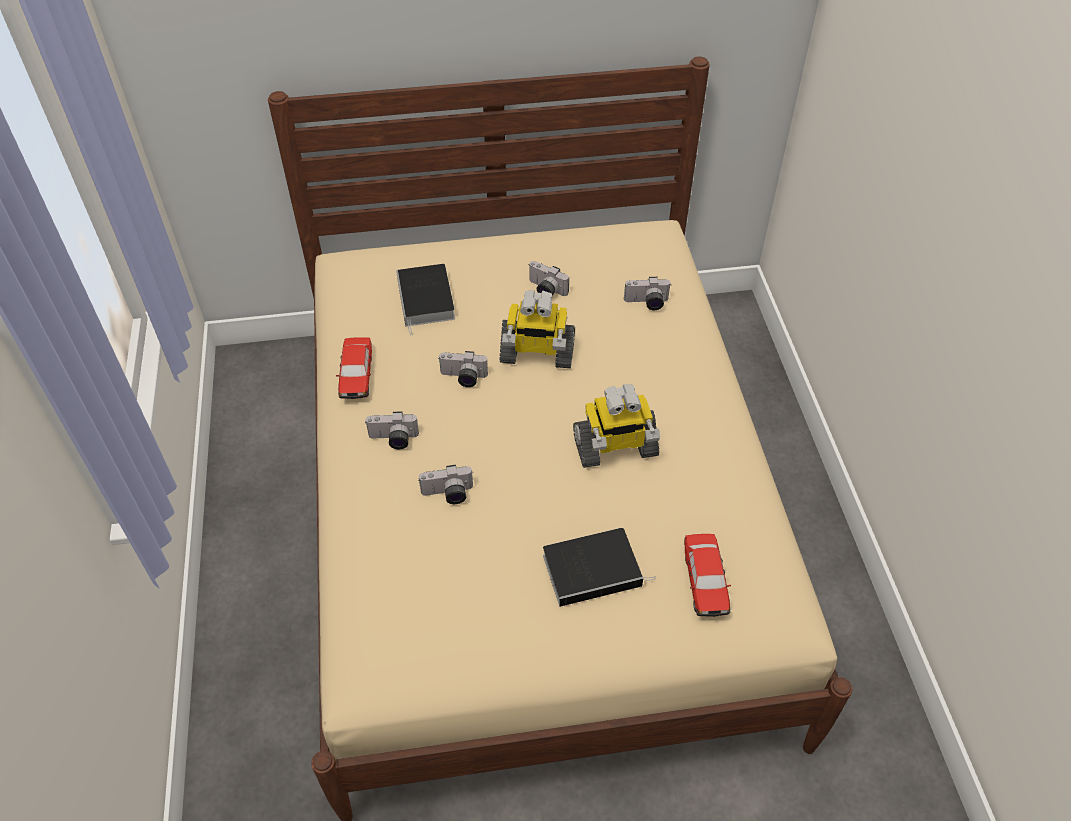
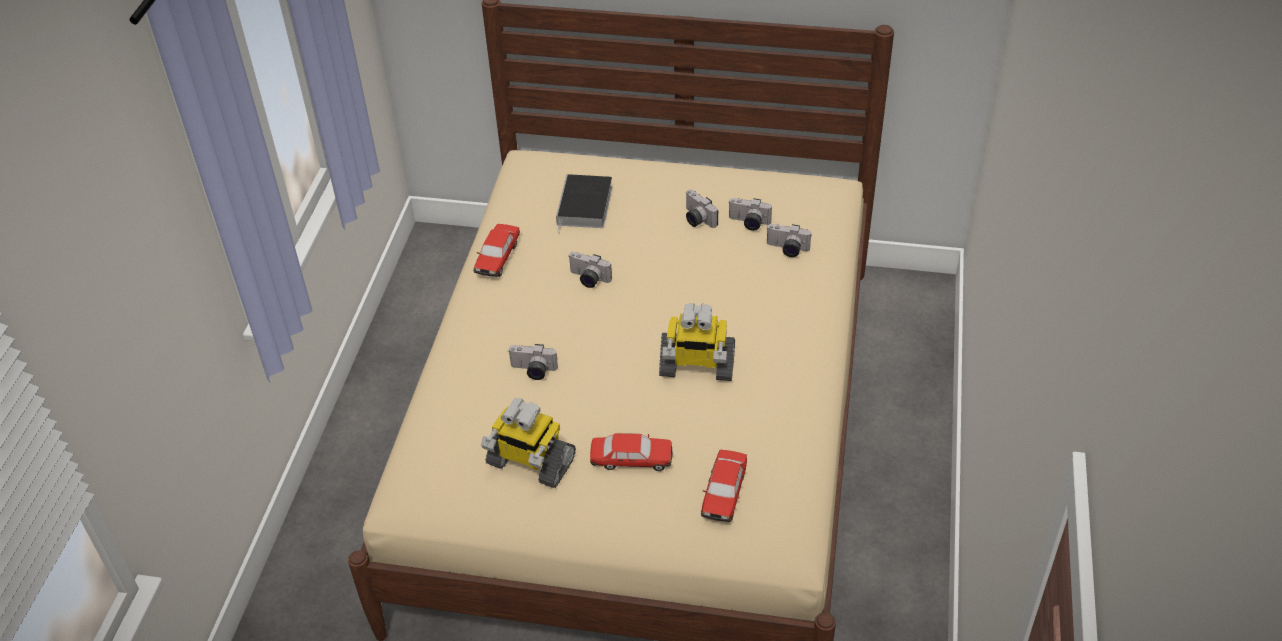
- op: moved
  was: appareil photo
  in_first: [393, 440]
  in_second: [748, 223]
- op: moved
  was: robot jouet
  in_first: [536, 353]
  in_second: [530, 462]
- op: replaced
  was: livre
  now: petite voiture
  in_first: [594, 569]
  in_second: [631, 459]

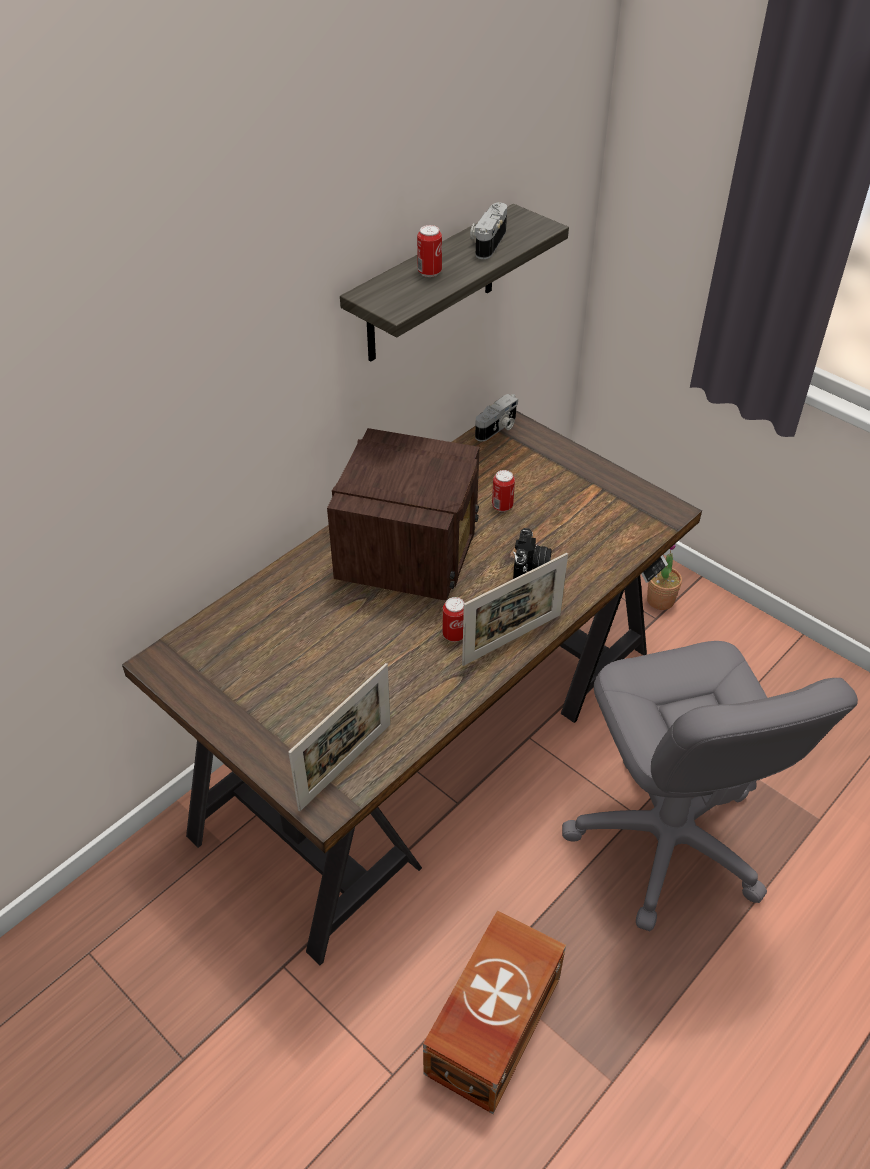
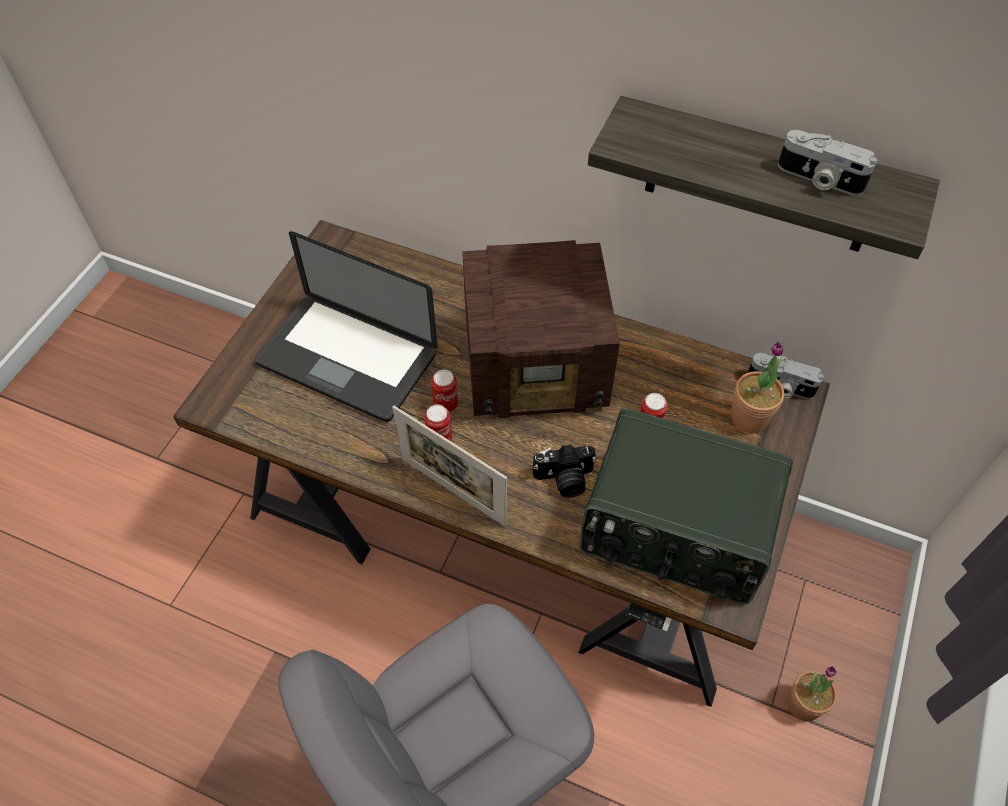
- op: removed
  was: cadre photo
  in_first: [345, 766]
- op: moved
  was: boîte métallique
  in_first: [429, 272]
  in_second: [446, 404]
- op: removed
  was: boîte de rangement [marron]
  in_first: [490, 1025]
- op: turned
  was: appareil photo
  in_first: [487, 242]
  in_second: [819, 179]
  clockwise: -150
- op: added
  now: ordinateur portable
  in_second: [347, 359]
- op: added
  now: radio
  in_second: [675, 531]
- op: added
  now: plante en pot
  in_second: [749, 417]

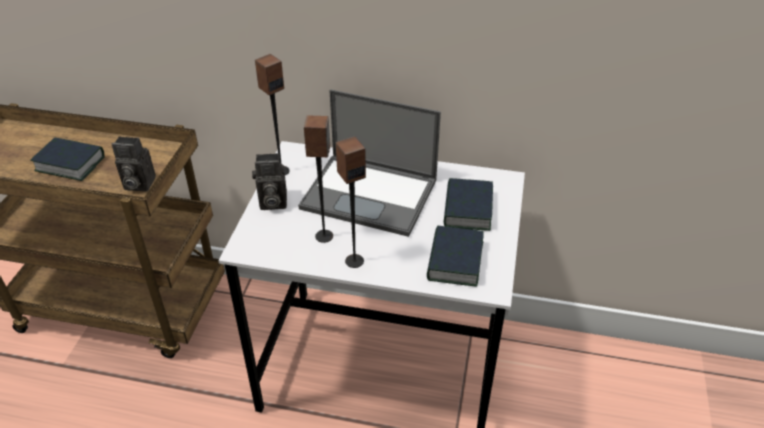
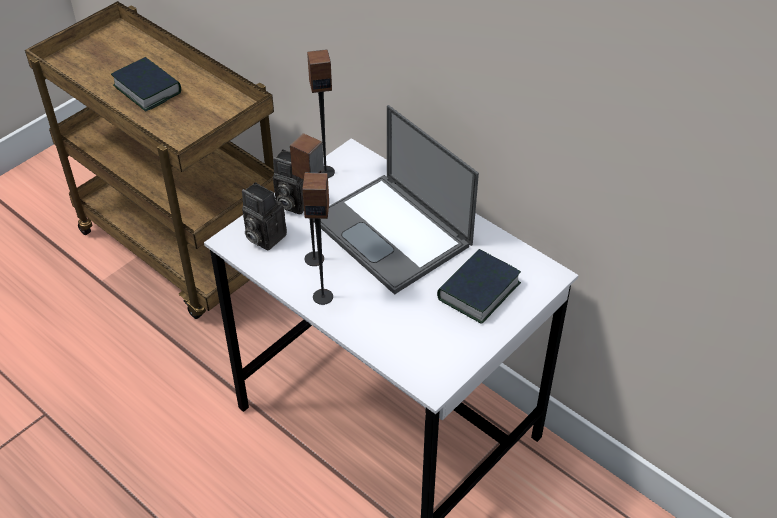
- op: moved
  was: appareil photo
  in_first: [137, 184]
  in_second: [263, 237]
- op: removed
  was: livre
  in_first: [455, 261]

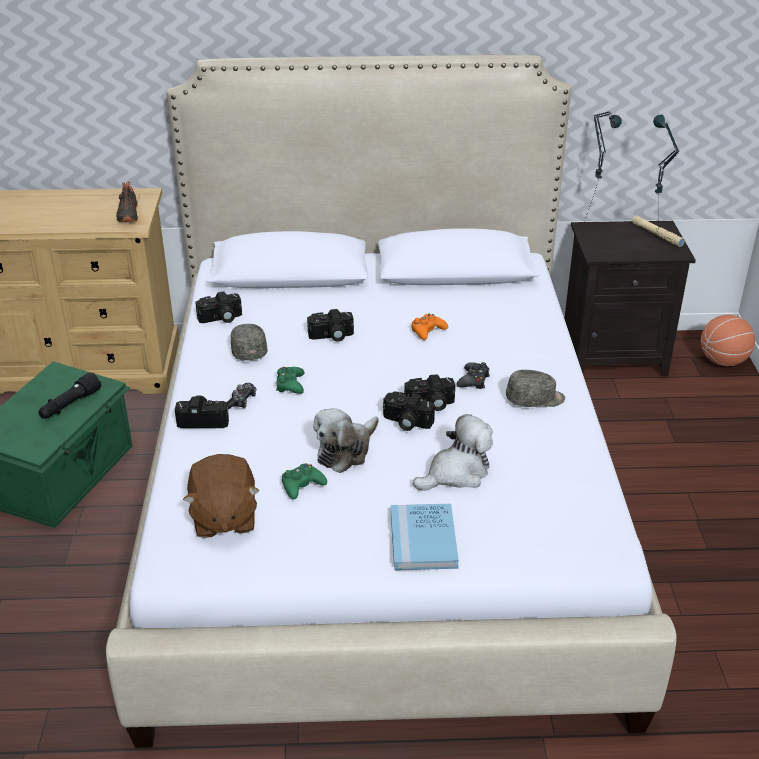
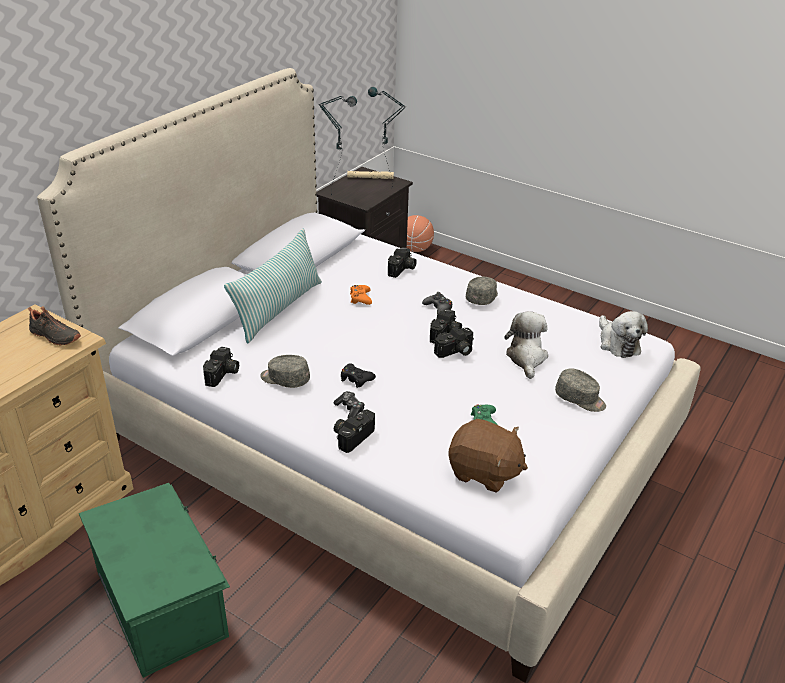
- op: removed
  was: lampe de poche [noir]
  in_first: [70, 405]
- op: recoloured
  was: manette [vert]
  now: manette [noir]
  in_first: [290, 385]
  in_second: [356, 379]
- op: moved
  was: appareil photo
  in_first: [331, 336]
  in_second: [402, 269]
- op: moved
  was: peluche
  in_first: [346, 451]
  in_second: [617, 343]
- op: replaced
  was: livre [bleu]
  now: casquette [gris]
  in_first: [423, 540]
  in_second: [580, 399]
- op: added
  now: coussin
  in_second: [278, 308]

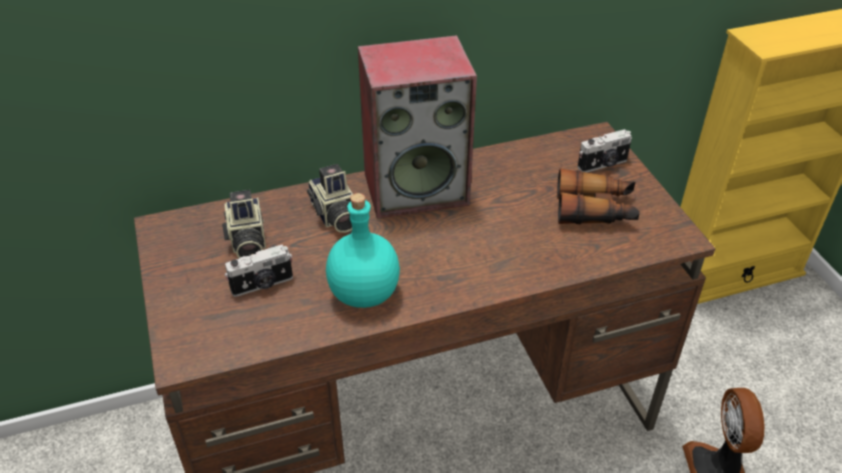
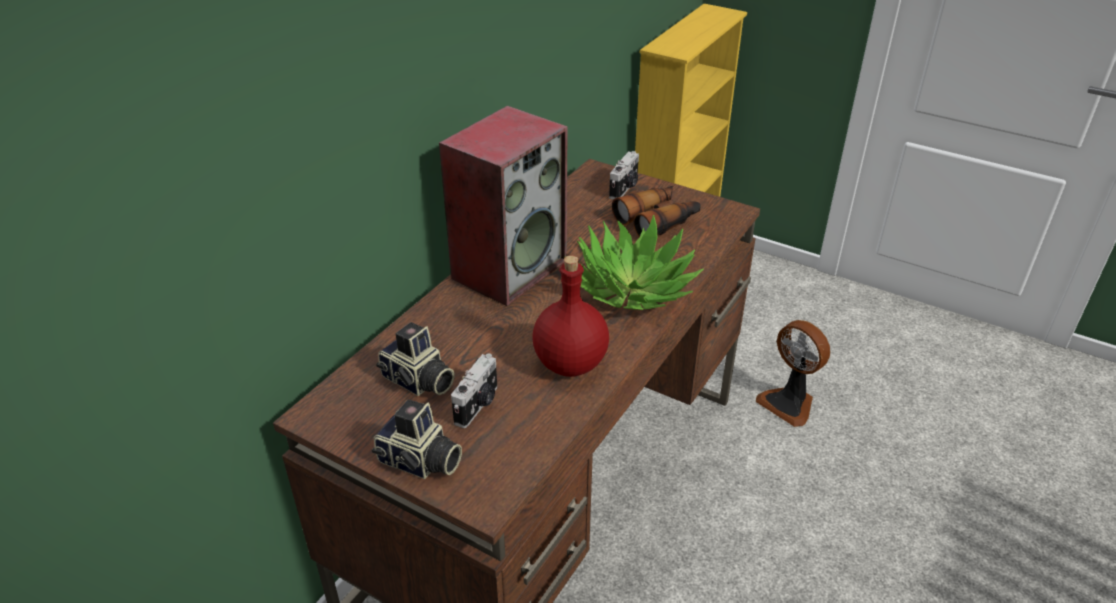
- op: moved
  was: appareil photo
  in_first: [334, 216]
  in_second: [419, 462]
- op: recoloured
  was: bouteille [turquoise]
  now: bouteille [rouge]
  in_first: [363, 293]
  in_second: [569, 364]
- op: added
  now: plante en pot
  in_second: [632, 288]

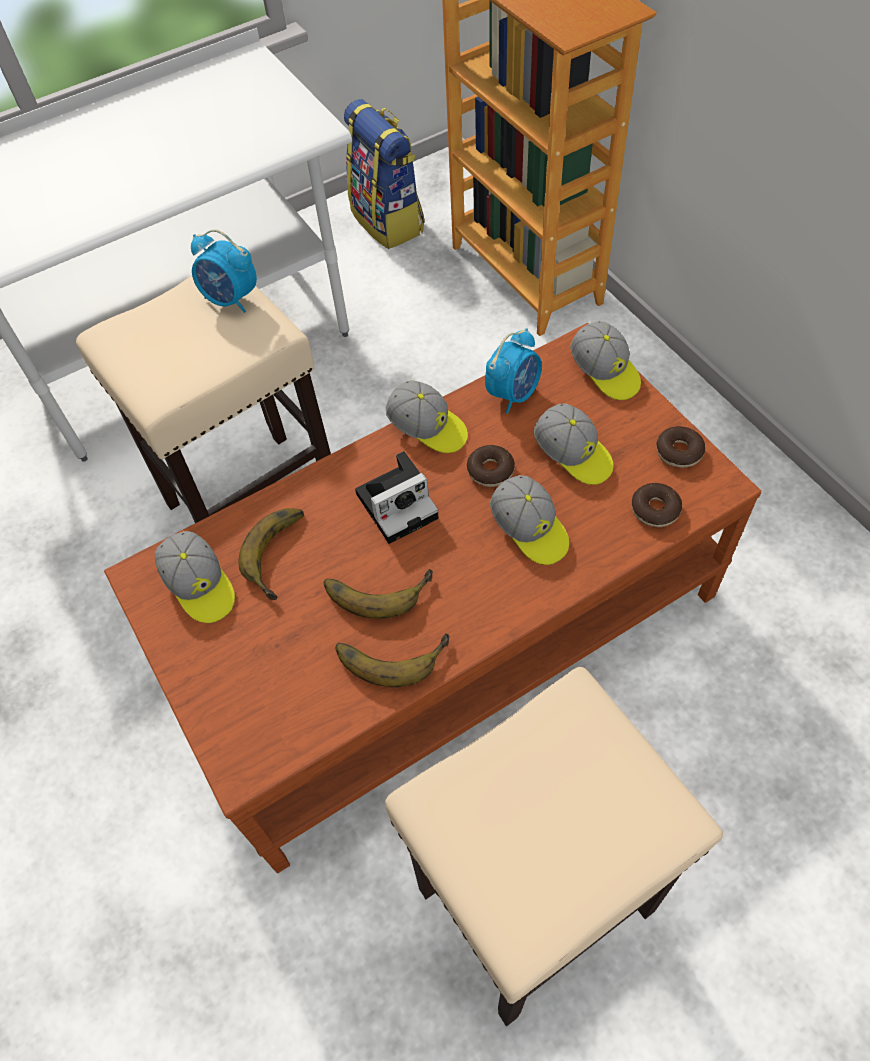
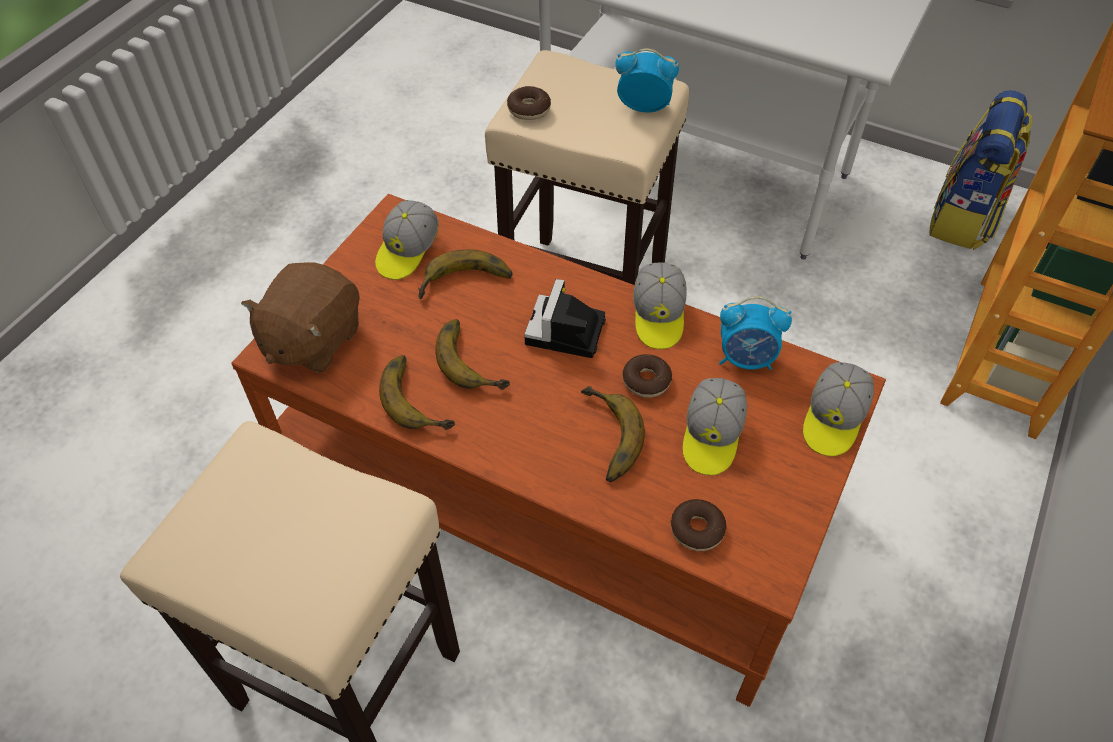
- op: turned
  was: réveil
  in_first: [231, 299]
  in_second: [643, 107]
  clockwise: 105
- op: turned
  was: appareil photo
  in_first: [399, 503]
  in_second: [565, 333]
  clockwise: 75
- op: replaced
  was: casquette
  now: banane
  in_first: [530, 529]
  in_second: [603, 438]
- op: moved
  was: beignet
  in_first: [679, 452]
  in_second: [529, 109]
- op: added
  now: peluche [marron]
  in_second: [312, 340]

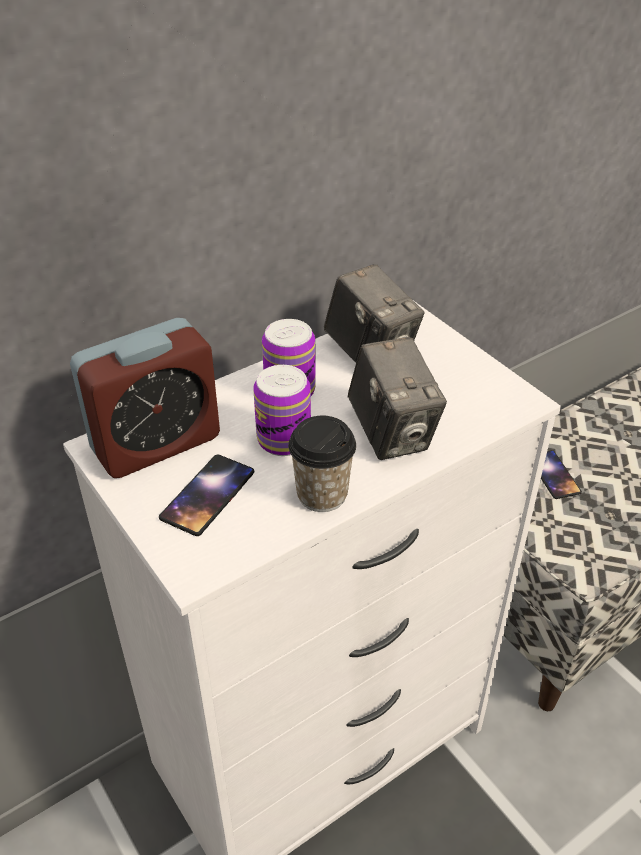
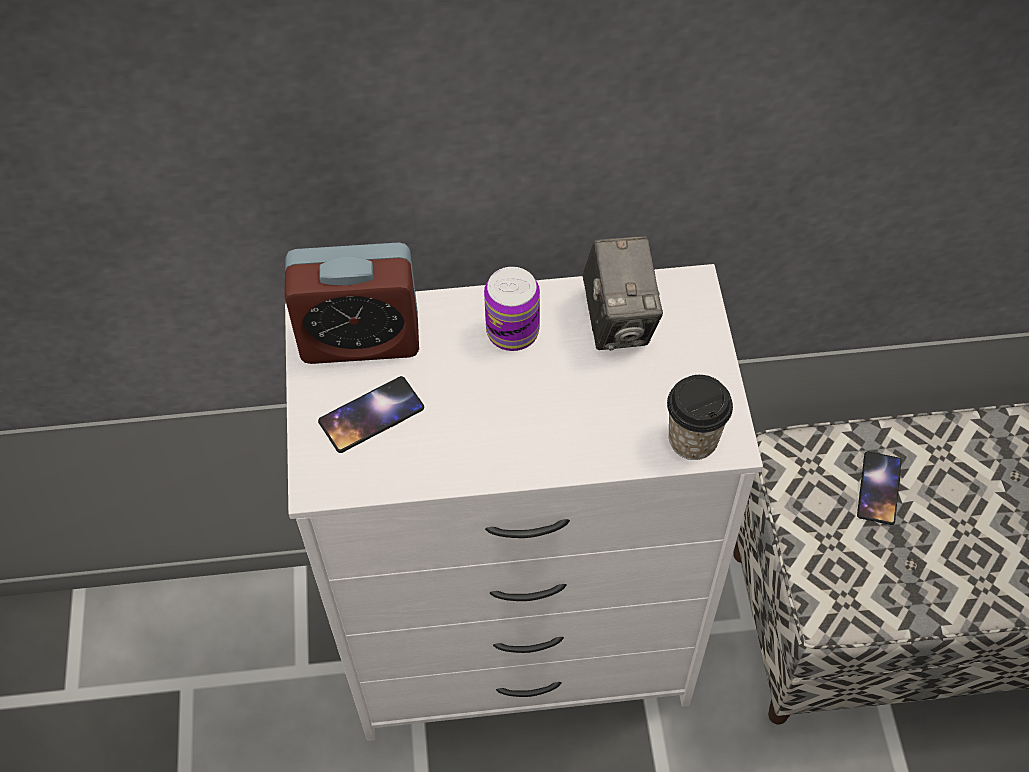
- op: removed
  was: boîte métallique
  in_first: [284, 440]
- op: moved
  was: tasse
  in_first: [322, 494]
  in_second: [693, 440]
- op: removed
  was: appareil photo
  in_first: [392, 434]

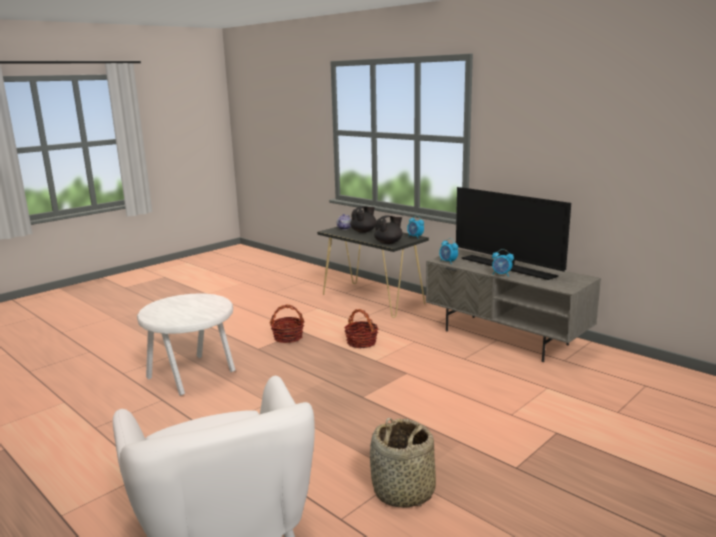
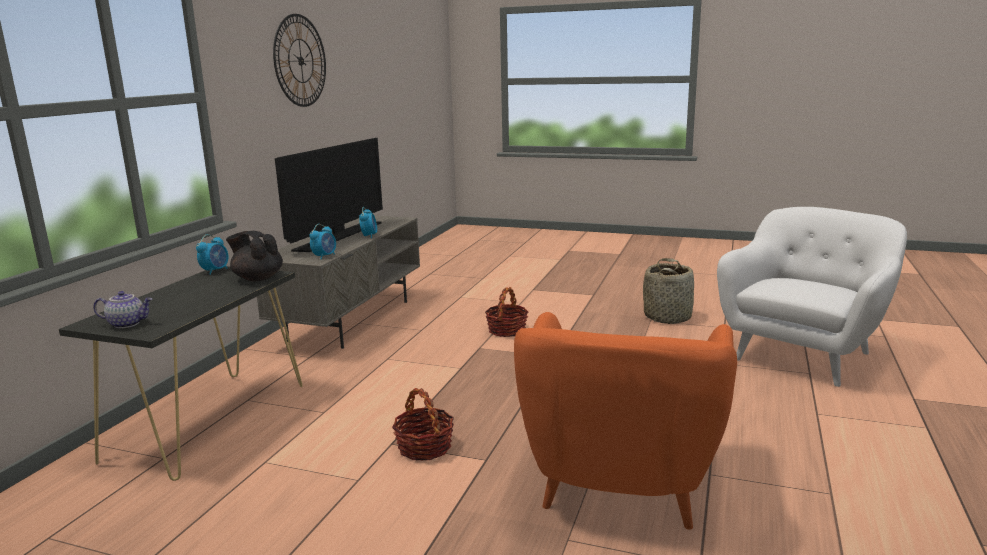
- op: replaced
  was: table d'appoint [blanc]
  now: fauteuil [orange]
  in_first: [193, 374]
  in_second: [621, 482]
- op: moved
  was: panier
  in_first: [361, 342]
  in_second: [507, 330]
- op: removed
  was: théière [noir]
  in_first: [364, 231]
- op: added
  now: horloge murale
  in_second: [300, 61]

